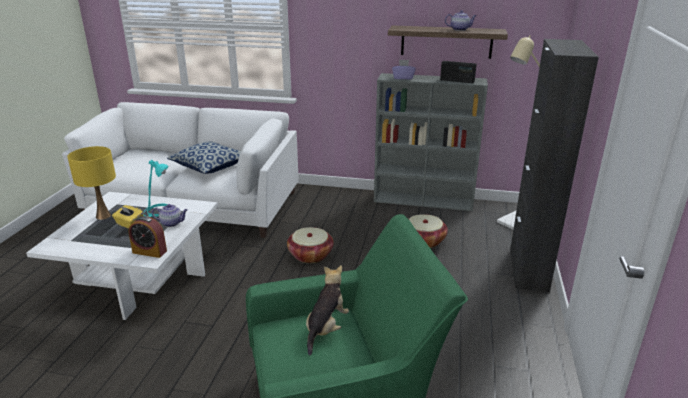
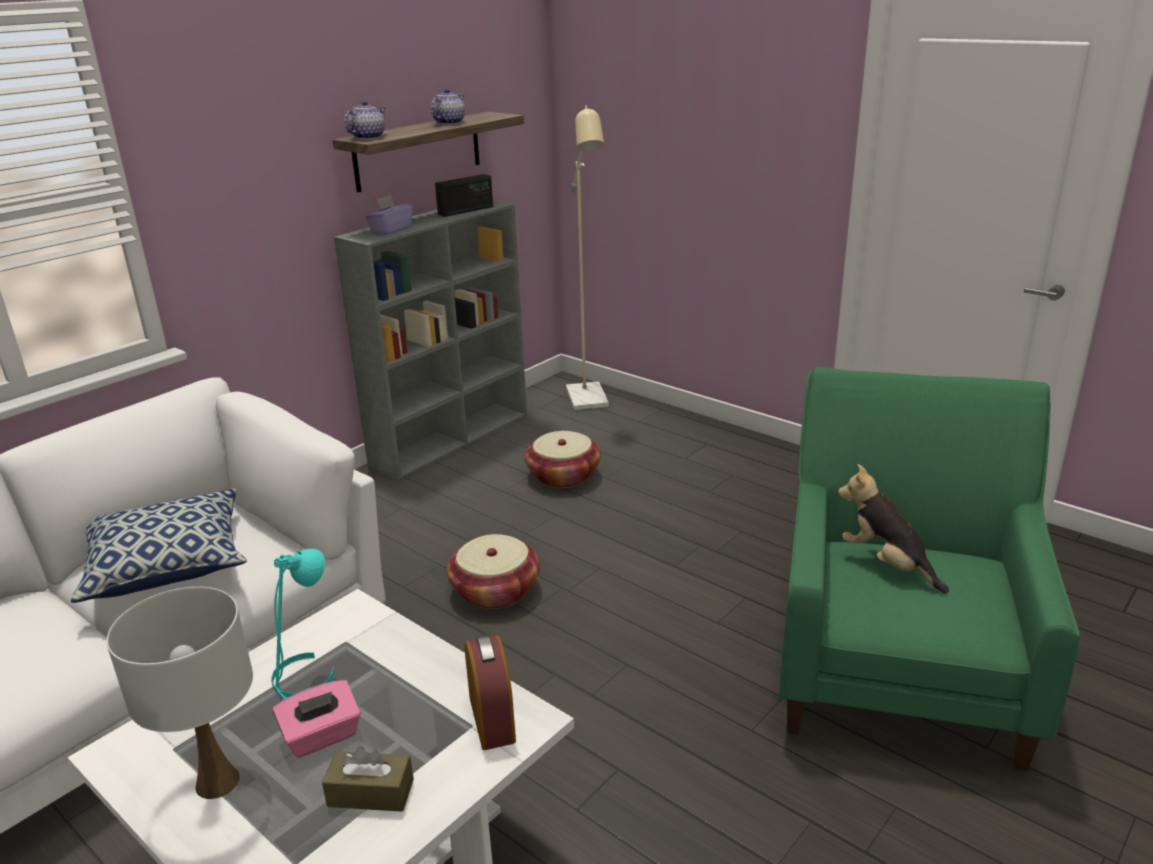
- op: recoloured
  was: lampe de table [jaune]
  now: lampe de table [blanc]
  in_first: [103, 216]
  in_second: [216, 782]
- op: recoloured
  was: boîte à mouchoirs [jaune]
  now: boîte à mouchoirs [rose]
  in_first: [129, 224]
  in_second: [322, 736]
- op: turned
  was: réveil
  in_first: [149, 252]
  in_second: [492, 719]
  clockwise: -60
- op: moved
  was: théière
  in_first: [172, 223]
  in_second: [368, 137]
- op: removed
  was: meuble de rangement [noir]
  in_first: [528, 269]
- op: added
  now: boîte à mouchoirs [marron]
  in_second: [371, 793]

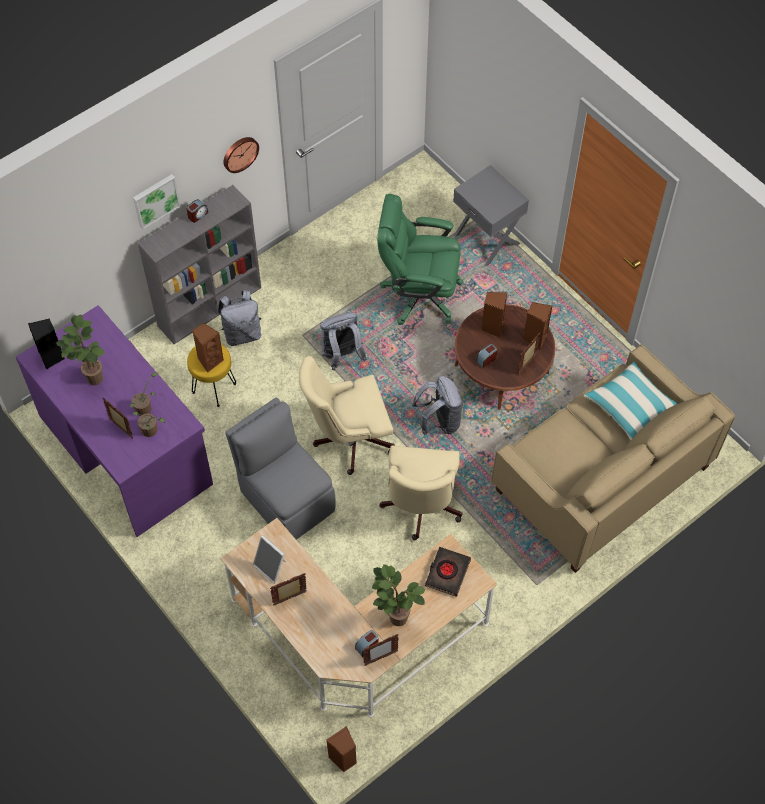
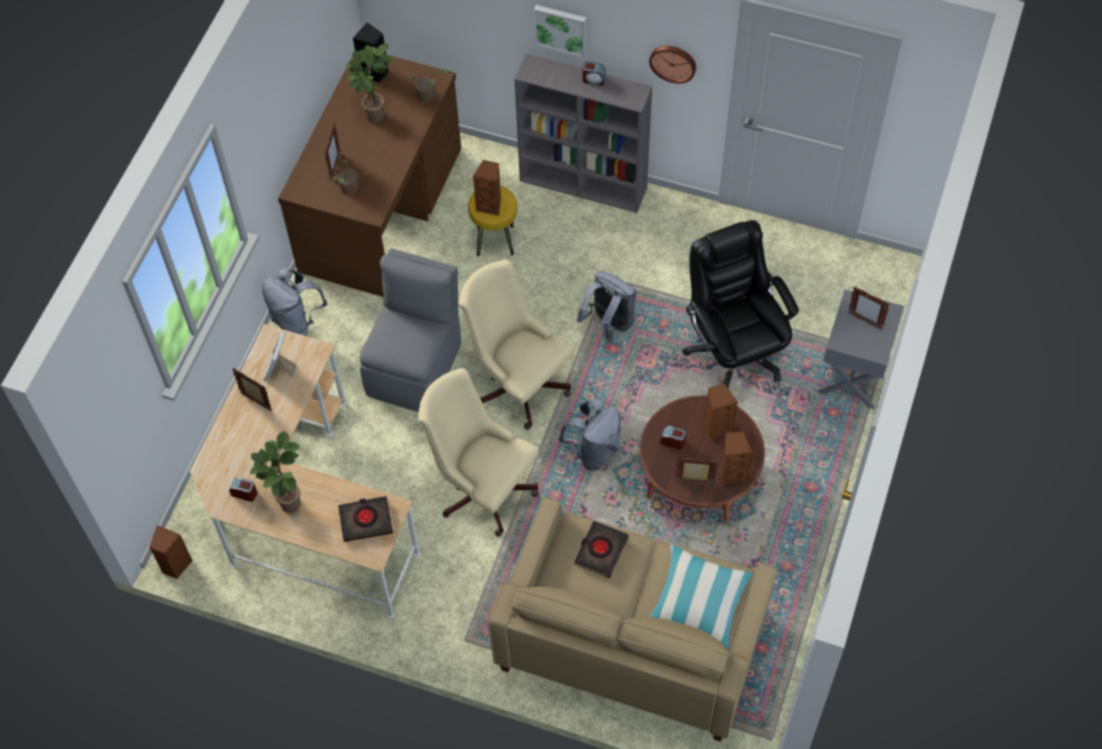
- op: recoloured
  was: bureau [violet]
  now: bureau [marron]
  in_first: [126, 448]
  in_second: [382, 210]
- op: moved
  was: plante en pot
  in_first: [145, 407]
  in_second: [428, 96]
- op: moved
  was: sac à dos [gris]
  in_first: [242, 333]
  in_second: [297, 320]
- op: moved
  was: cadre photo
  in_first: [380, 658]
  in_second: [864, 321]
- op: recoloured
  was: chaise de bureau [vert]
  now: chaise de bureau [noir]
  in_first: [419, 294]
  in_second: [734, 351]
- op: turned
  was: chaise de bureau [beige]
  in_first: [420, 508]
  in_second: [482, 487]
  clockwise: 60
- op: added
  now: livre [noir]
  in_second: [601, 551]

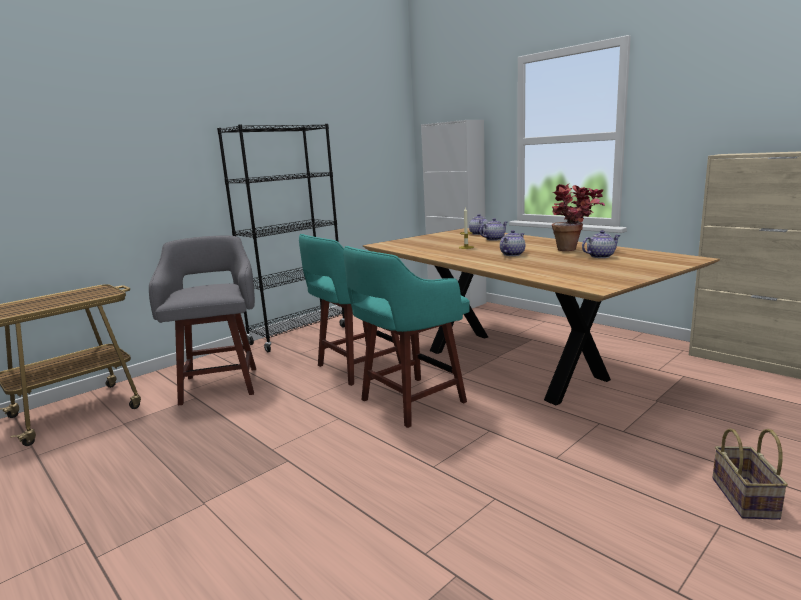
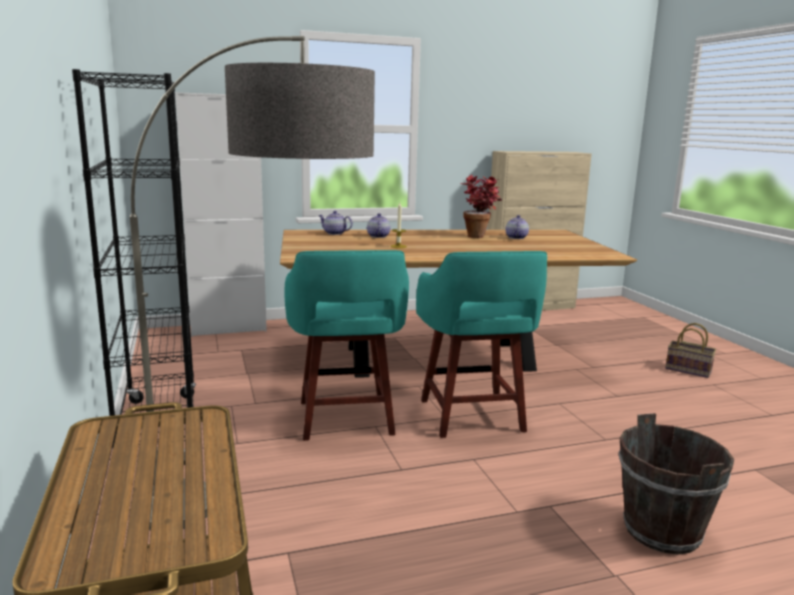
- op: replaced
  was: tabouret [gris]
  now: lampadaire
  in_first: [220, 384]
  in_second: [262, 523]
- op: removed
  was: théière
  in_first: [512, 254]
- op: added
  now: seau [marron]
  in_second: [661, 531]

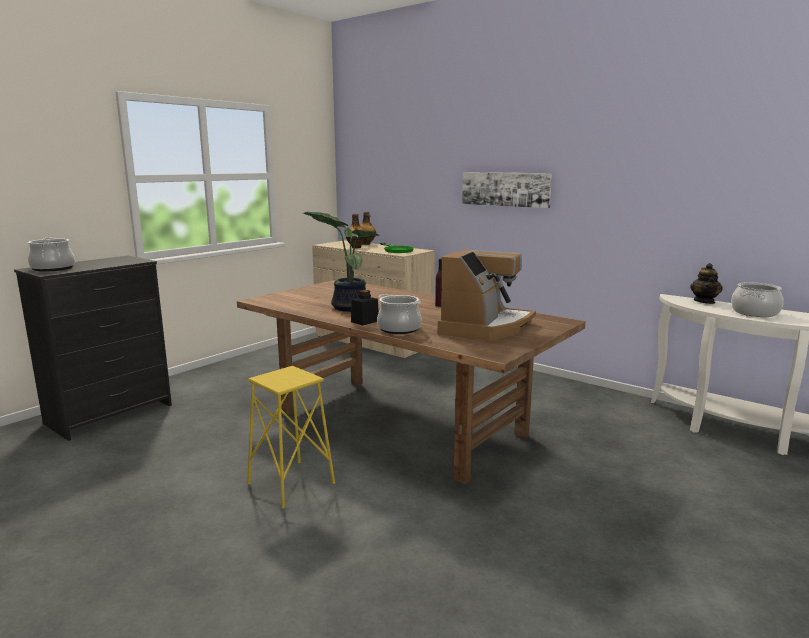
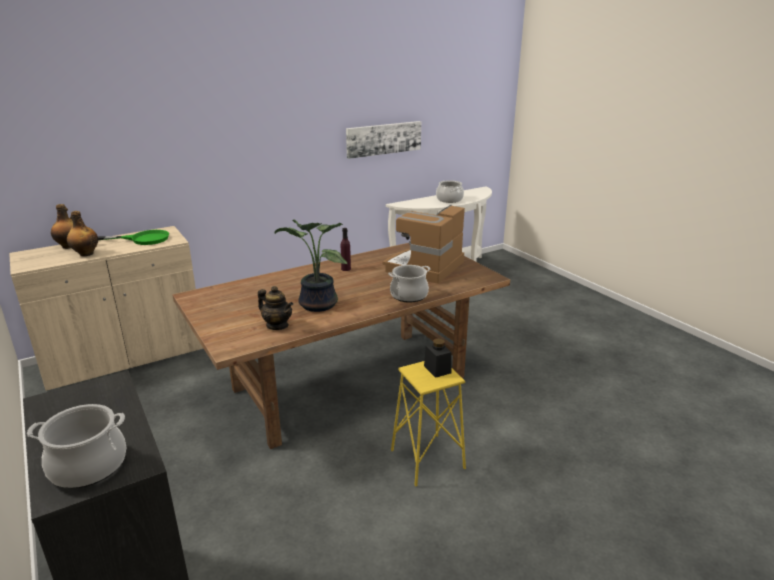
- op: moved
  was: bocal [noir]
  in_first: [365, 321]
  in_second: [437, 369]
- op: turned
  was: machine à café
  in_first: [485, 327]
  in_second: [425, 267]
  clockwise: -105
- op: moved
  was: tableau
  in_first: [505, 189]
  in_second: [383, 139]
- op: moved
  was: théière
  in_first: [704, 301]
  in_second: [277, 325]

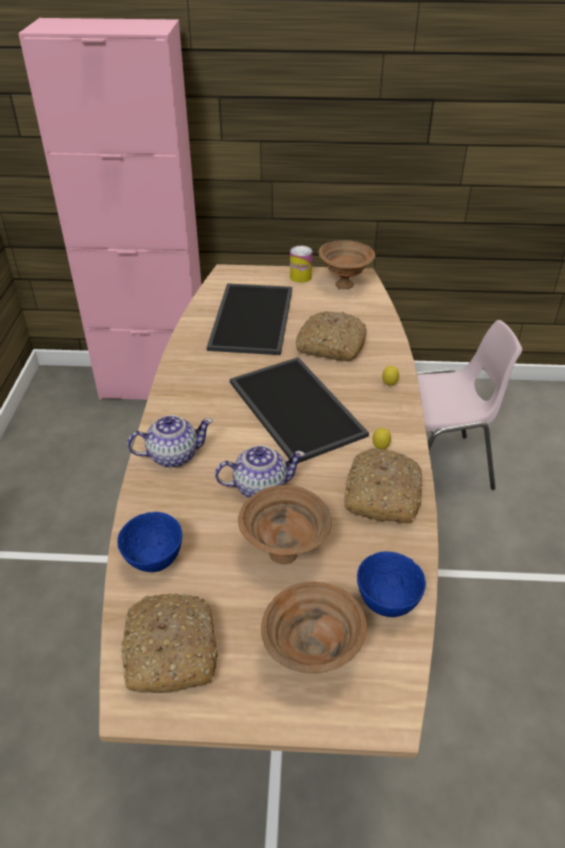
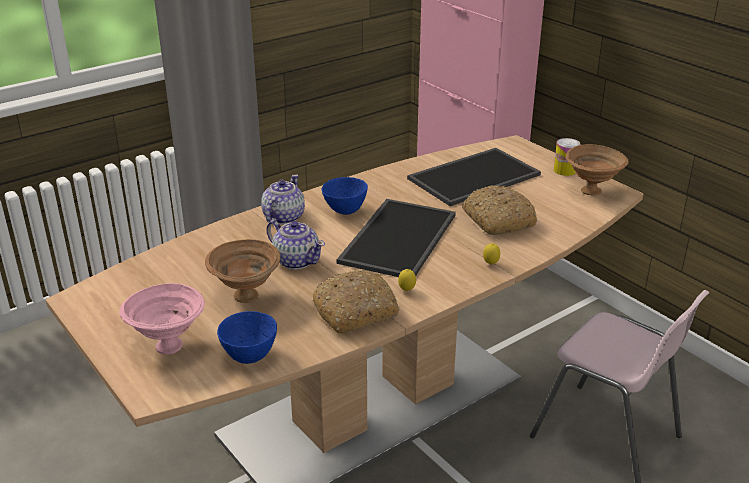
- op: moved
  was: bol [bleu]
  in_first: [156, 560]
  in_second: [346, 211]
- op: removed
  was: pain
  in_first: [169, 649]
- op: turned
  was: théière
  in_first: [172, 455]
  in_second: [283, 217]
  clockwise: -105
- op: recoloured
  was: bol [marron]
  now: bol [rose]
  in_first: [311, 660]
  in_second: [167, 346]

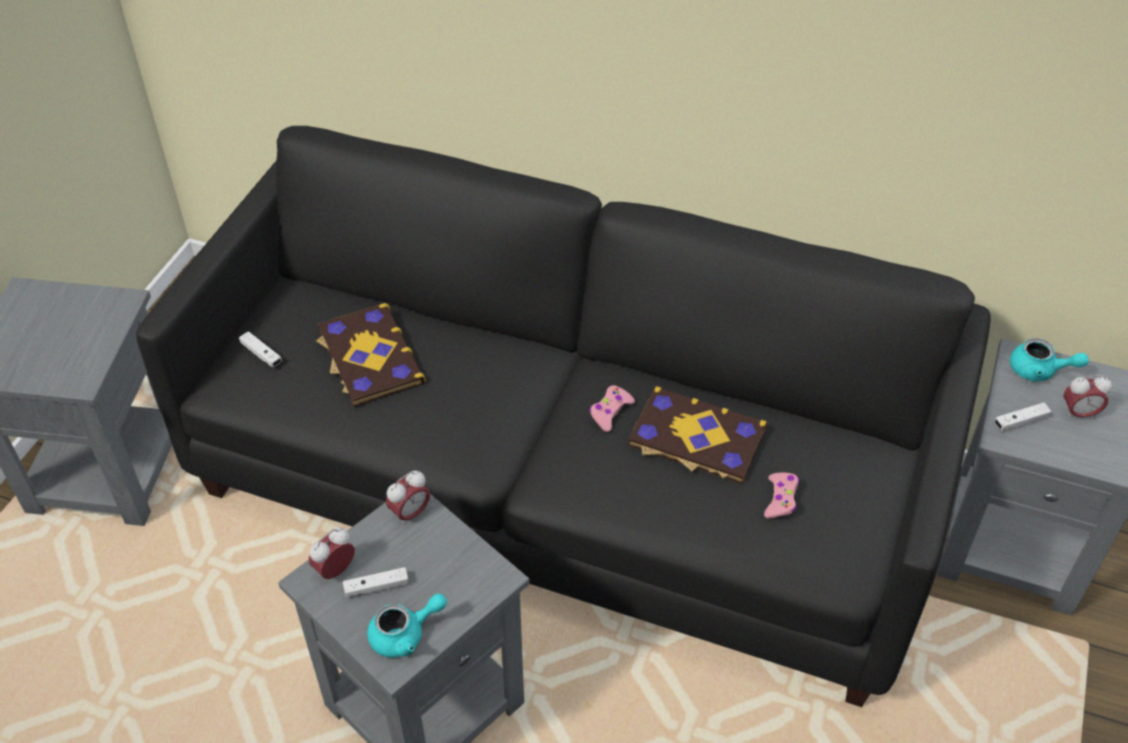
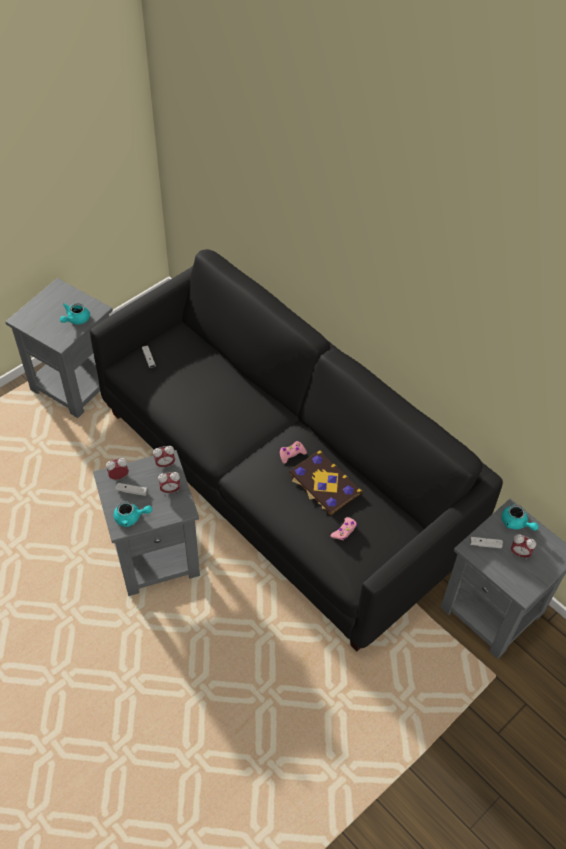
- op: removed
  was: livre
  in_first: [369, 357]
- op: added
  now: théière [turquoise]
  in_second: [75, 319]
- op: added
  now: réveil
  in_second: [170, 490]

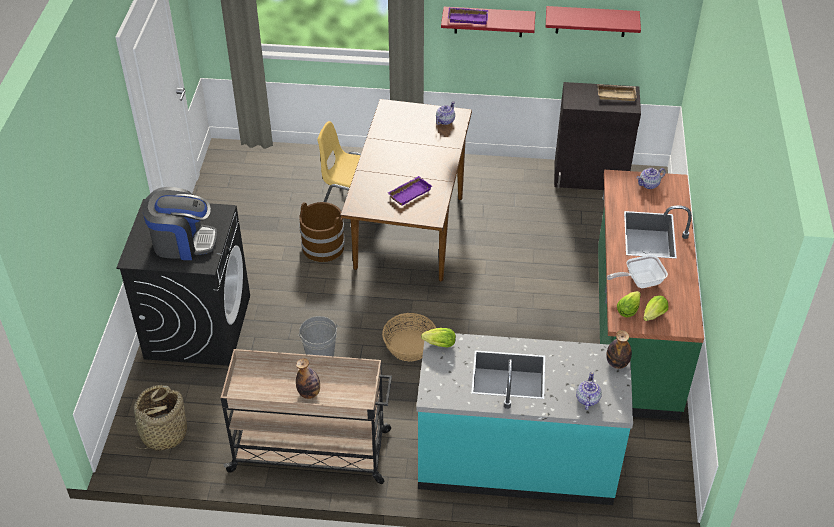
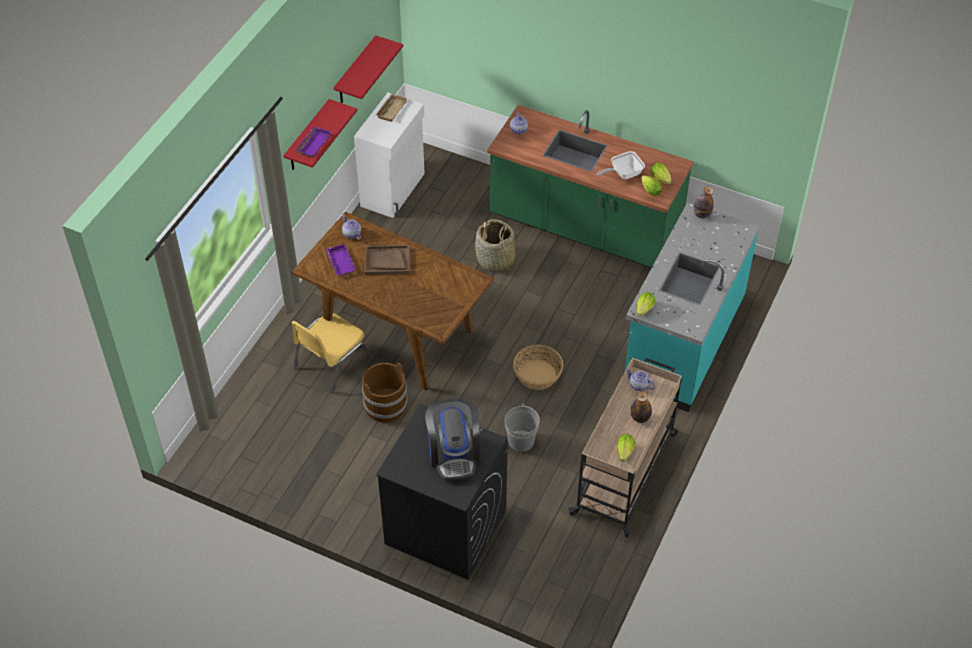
- op: moved
  was: panier
  in_first: [163, 433]
  in_second: [495, 260]
- op: turned
  was: machine à café
  in_first: [183, 242]
  in_second: [454, 453]
  clockwise: 150
- op: moved
  was: plateau [violet]
  in_first: [409, 192]
  in_second: [339, 262]
- op: recoloured
  was: meuble de rangement [noir]
  now: meuble de rangement [blanc]
  in_first: [590, 177]
  in_second: [394, 190]
- op: moved
  was: théière
  in_first: [587, 399]
  in_second: [639, 385]
- op: turned
  was: poêle
  in_first: [639, 281]
  in_second: [623, 174]
  clockwise: 60
- op: added
  now: plateau [marron]
  in_second: [387, 261]
- op: added
  now: laitue
  in_second: [624, 453]

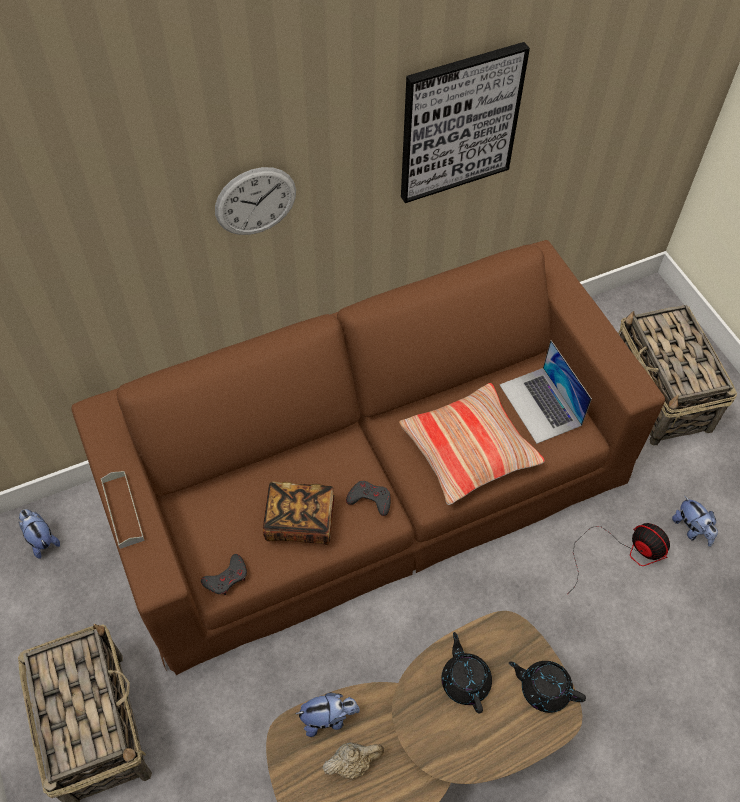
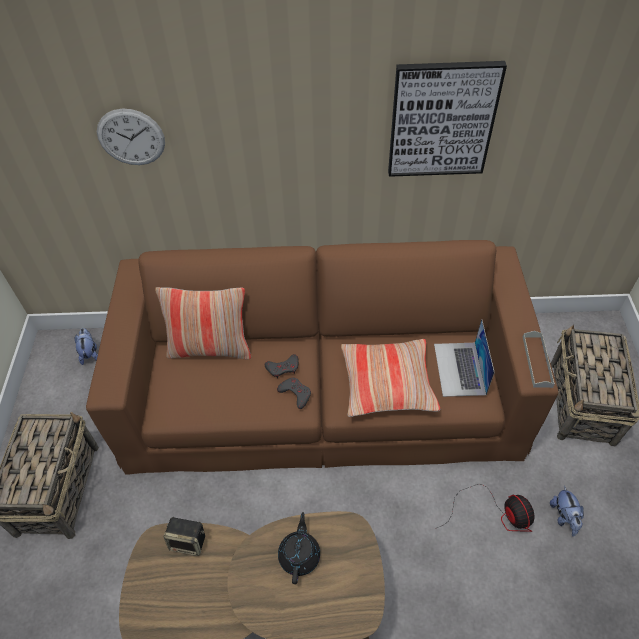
- op: moved
  was: plateau [gris]
  in_first: [123, 511]
  in_second: [537, 361]
- op: moved
  was: manette [gris]
  in_first: [227, 577]
  in_second: [283, 368]
- op: moved
  was: horloge murale
  in_first: [255, 201]
  in_second: [131, 137]
- op: removed
  was: livre
  in_first: [300, 521]
- op: replaced
  was: peluche
  now: enceinte
  in_first: [328, 718]
  in_second: [189, 541]
- op: removed
  was: théière [beige]
  in_first: [353, 763]
- op: removed
  was: théière [noir]
  in_first: [543, 689]
- op: added
  now: coussin
  in_second: [210, 348]

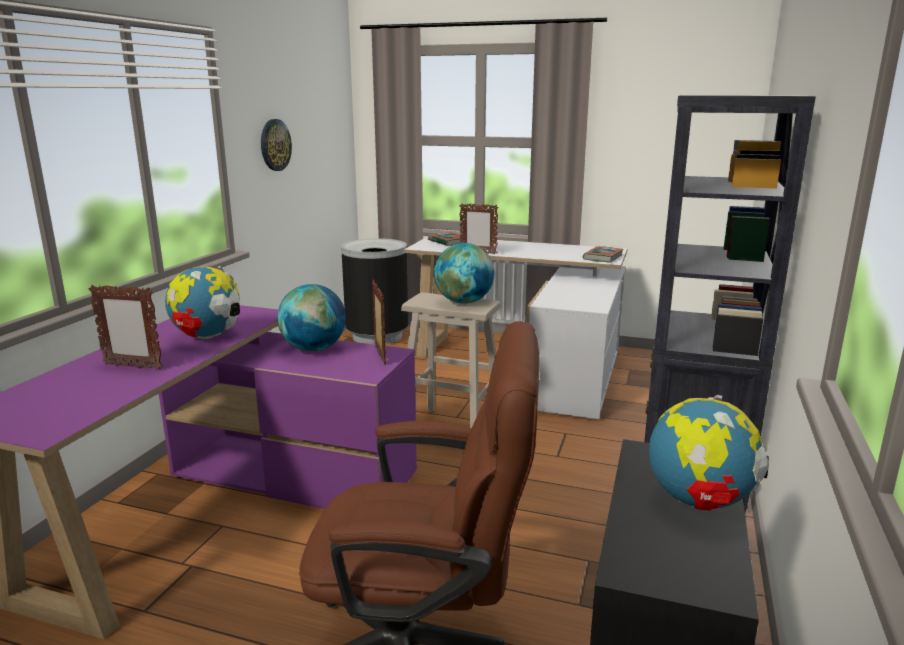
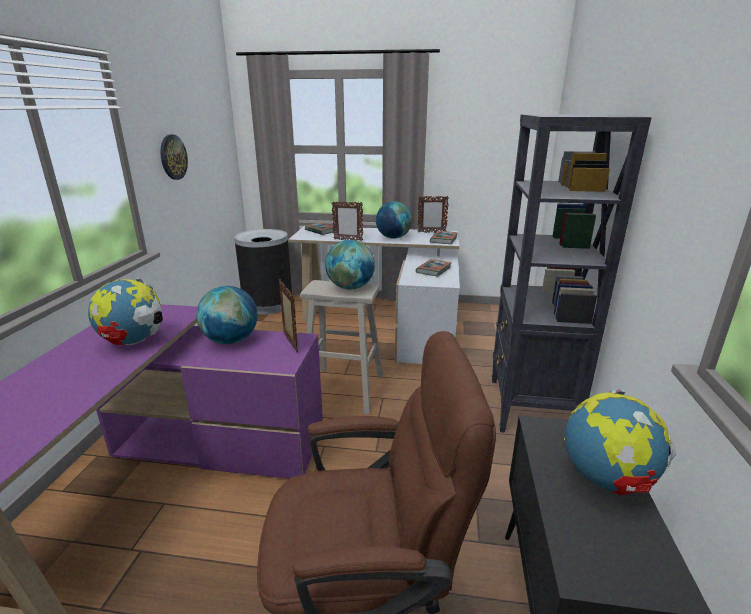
- op: moved
  was: cadre photo
  in_first: [132, 366]
  in_second: [431, 232]
- op: added
  now: globe
  in_second: [393, 237]
- op: added
  now: livre
  in_second: [433, 270]

